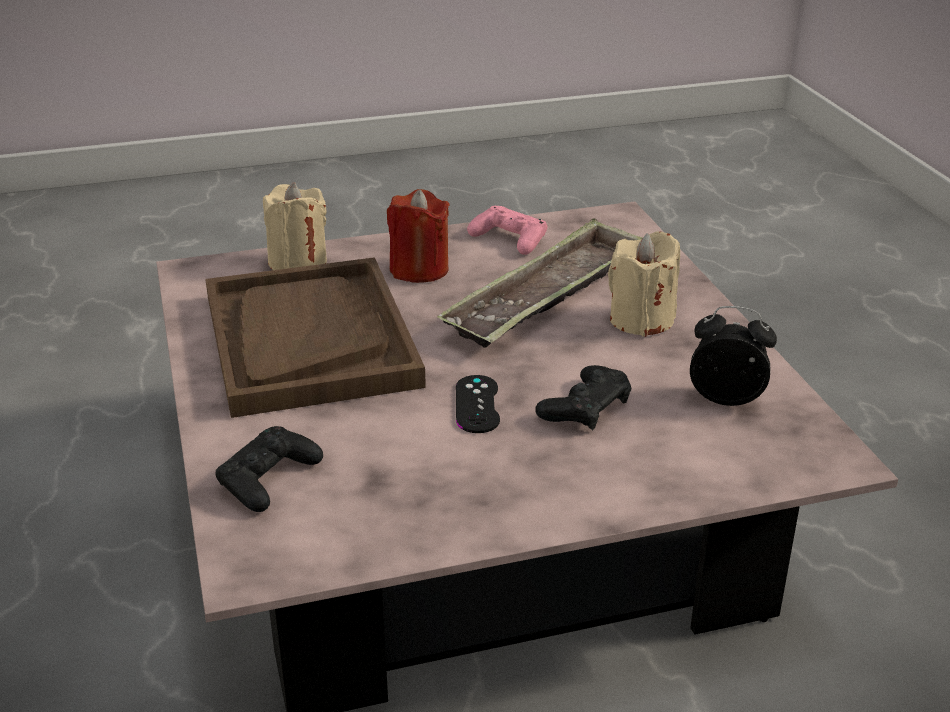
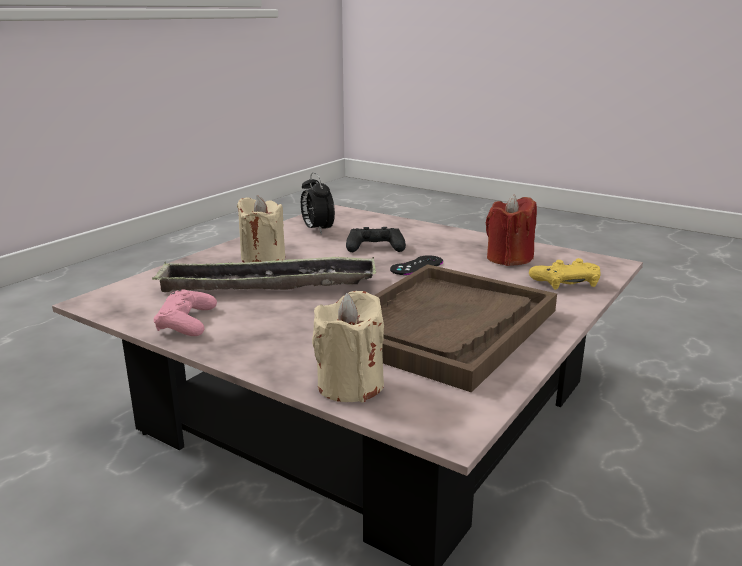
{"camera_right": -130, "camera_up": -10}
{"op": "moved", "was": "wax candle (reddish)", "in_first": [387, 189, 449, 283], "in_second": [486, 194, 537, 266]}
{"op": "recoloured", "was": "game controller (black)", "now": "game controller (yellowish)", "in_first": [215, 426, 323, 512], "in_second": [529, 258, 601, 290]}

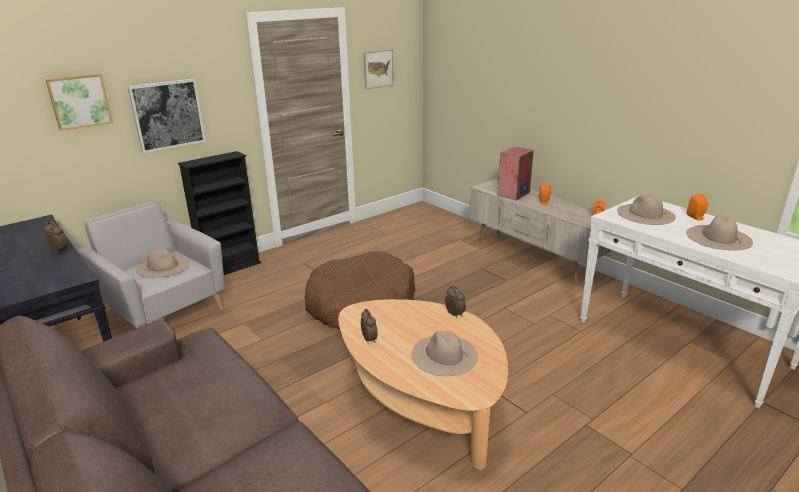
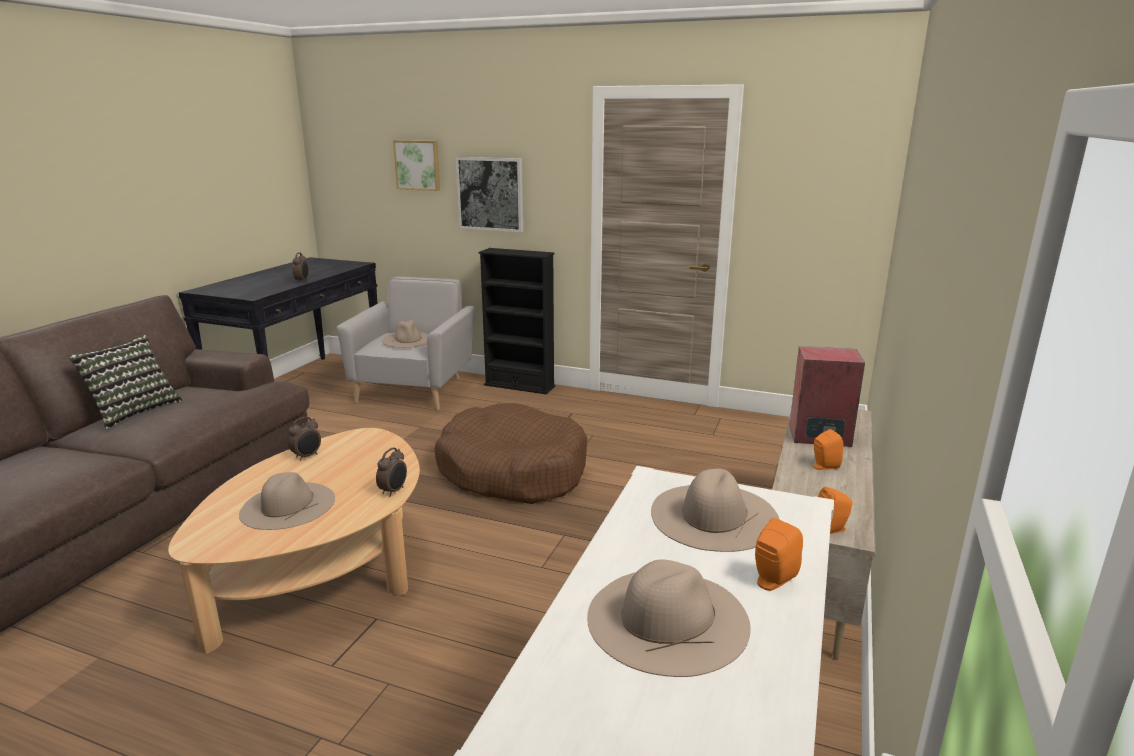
{"camera_right": 60, "camera_up": -5}
{"op": "removed", "was": "wall picture", "in_first": [364, 49, 394, 89]}
{"op": "added", "now": "pillow", "in_second": [68, 334, 182, 429]}

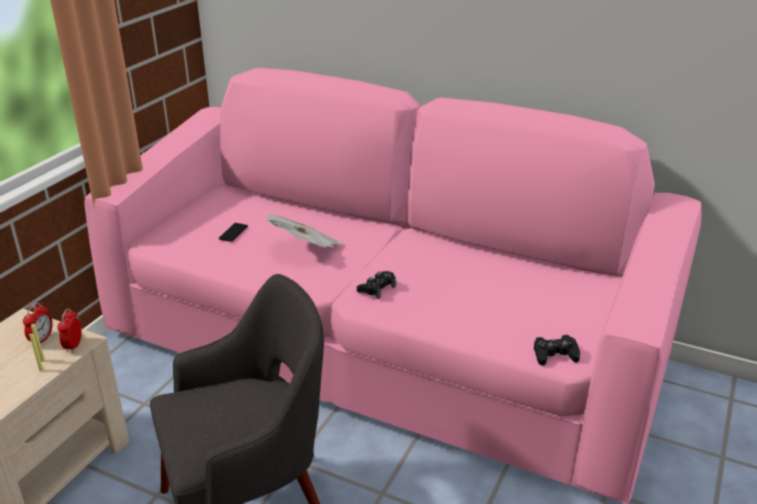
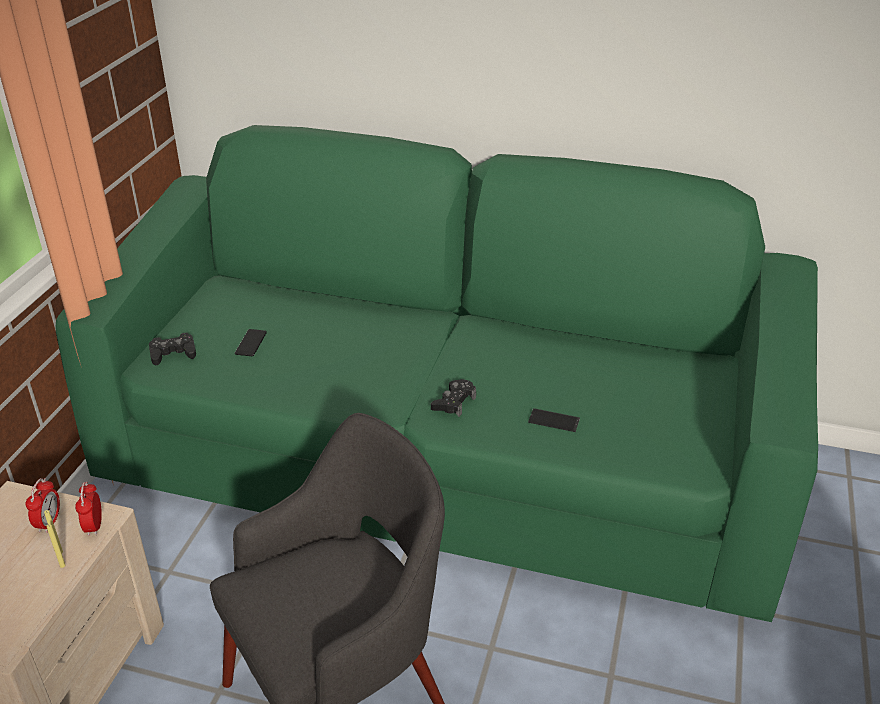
{"camera_right": -10, "camera_up": 5}
{"op": "removed", "was": "daily paper", "in_first": [266, 215, 344, 248]}
{"op": "added", "now": "handset", "in_second": [528, 408, 580, 432]}
{"op": "moved", "was": "game controller (black)", "in_first": [534, 335, 580, 366], "in_second": [149, 332, 196, 365]}
{"op": "recoloured", "was": "couch (pink)", "now": "couch (greenish)", "in_first": [84, 68, 702, 504], "in_second": [56, 125, 818, 622]}

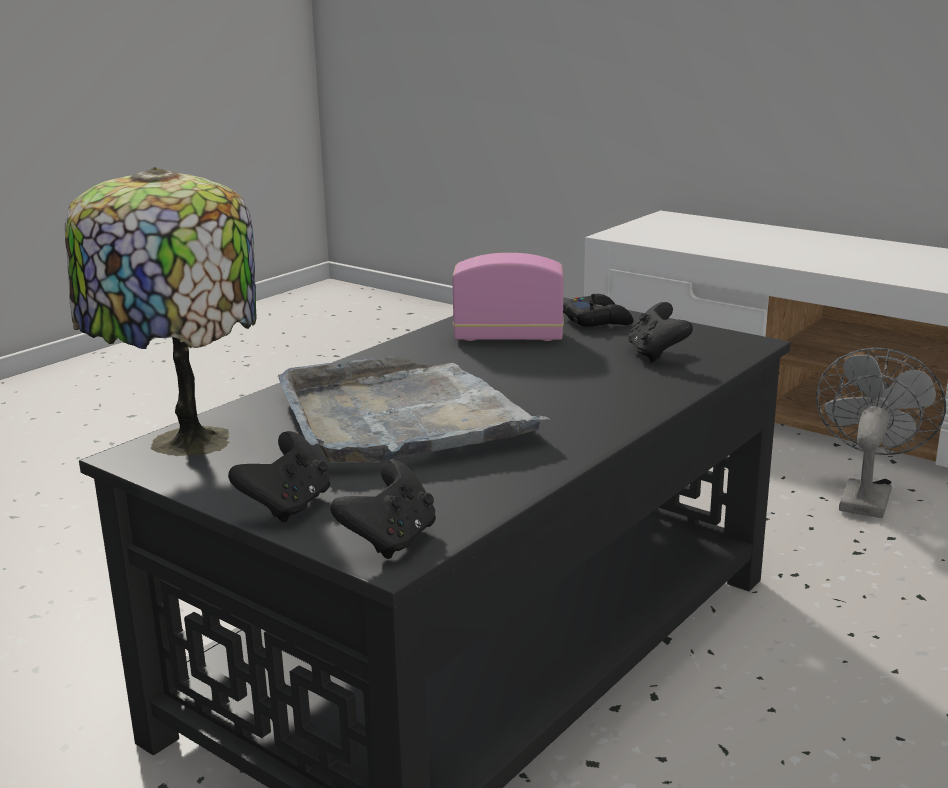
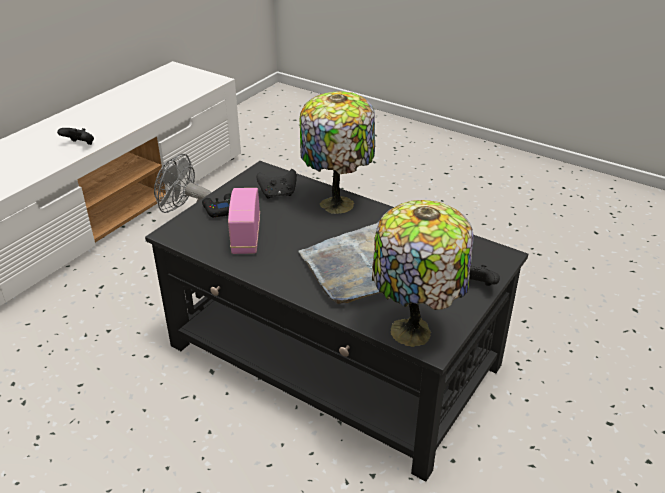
{"camera_right": -95, "camera_up": 15}
{"op": "added", "now": "lamp for a table", "in_second": [300, 91, 375, 214]}
{"op": "moved", "was": "game controller (black)", "in_first": [330, 460, 436, 559], "in_second": [57, 128, 94, 145]}

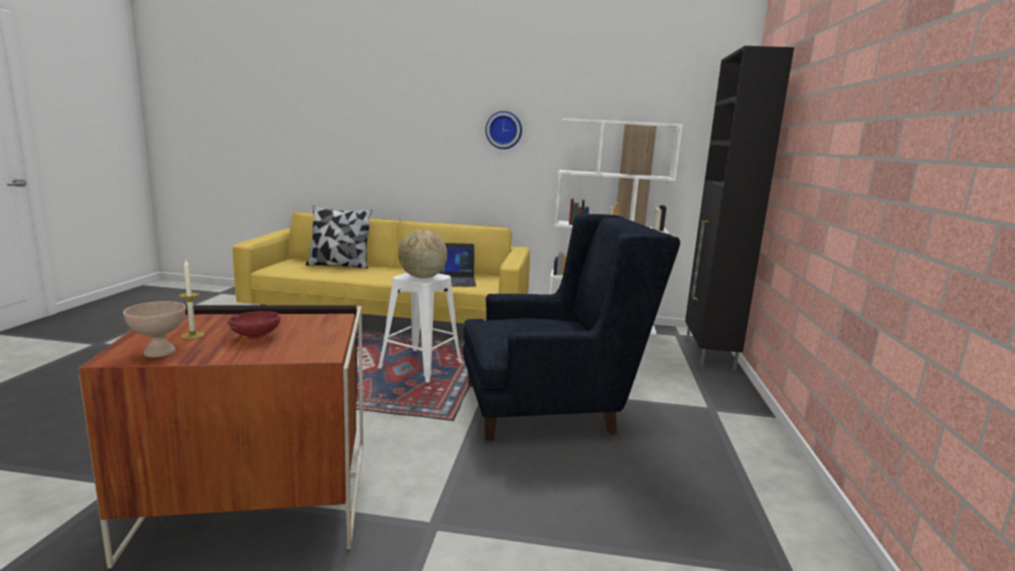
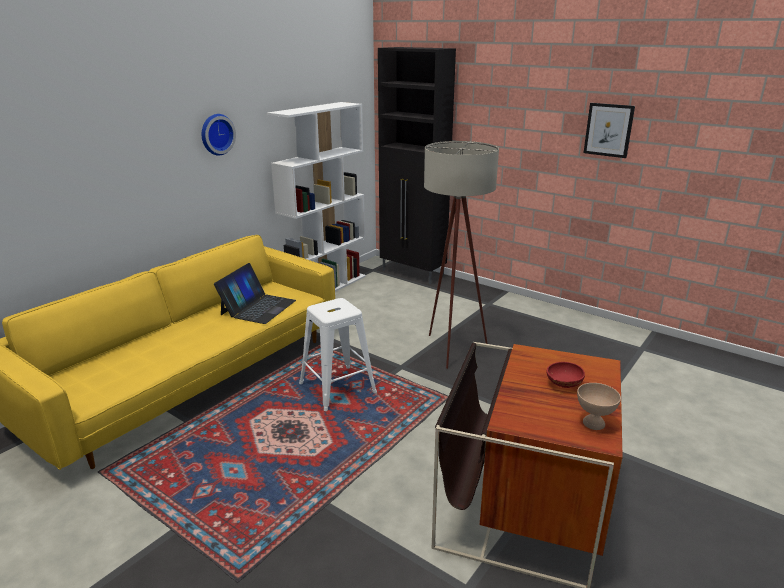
{"camera_right": -60, "camera_up": 10}
{"op": "removed", "was": "wax candle", "in_first": [179, 260, 205, 339]}
{"op": "removed", "was": "pillow", "in_first": [306, 206, 372, 269]}
{"op": "removed", "was": "globe", "in_first": [398, 230, 447, 278]}
{"op": "added", "now": "wall picture", "in_second": [583, 103, 635, 158]}
{"op": "replaced", "was": "armchair (bluish)", "now": "floor lamp (sand-coloured)", "in_first": [463, 214, 680, 441], "in_second": [424, 141, 499, 369]}

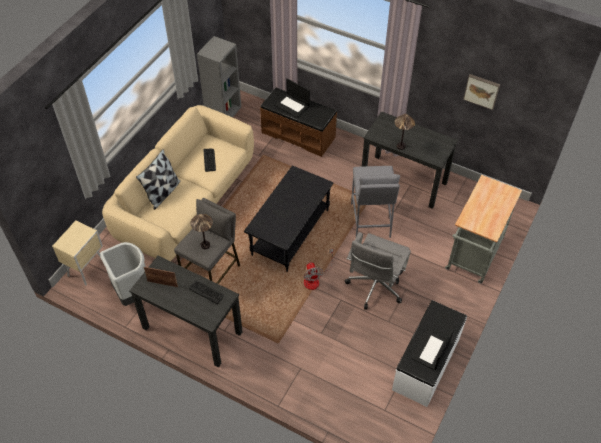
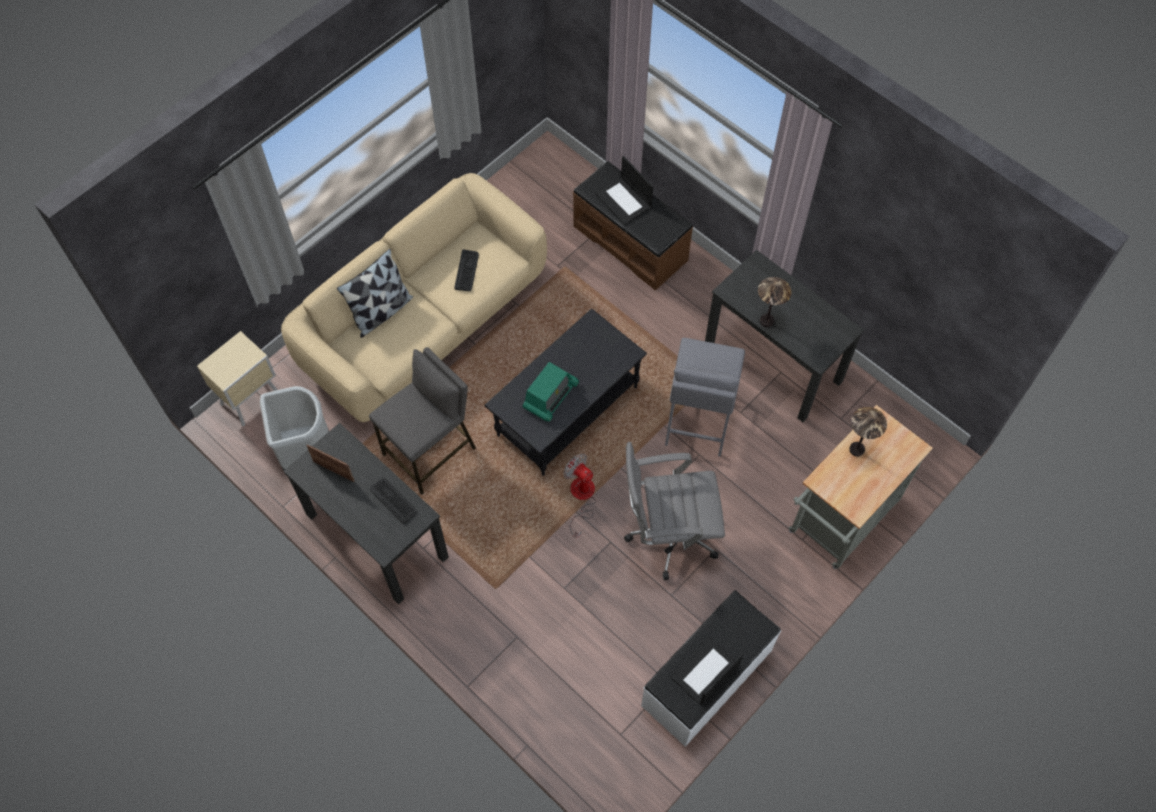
{"camera_right": 15, "camera_up": 10}
{"op": "removed", "was": "bookshelf (greyish)", "in_first": [197, 36, 241, 117]}
{"op": "removed", "was": "wall picture", "in_first": [463, 74, 500, 110]}
{"op": "added", "now": "radio set", "in_second": [522, 362, 579, 422]}
{"op": "moved", "was": "lamp for a table", "in_first": [190, 214, 213, 249], "in_second": [849, 407, 887, 456]}
{"op": "turned", "was": "fan", "in_first": [304, 249, 333, 290], "in_second": [563, 453, 596, 538], "clockwise": 135}
{"op": "turned", "was": "desk chair (greyish)", "in_first": [345, 232, 411, 310], "in_second": [624, 442, 725, 580], "clockwise": 45}

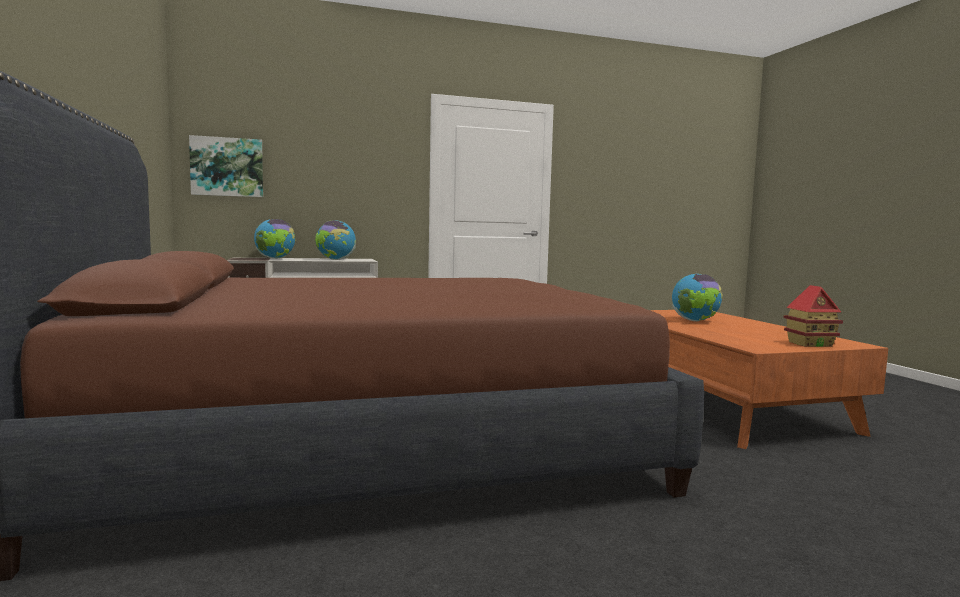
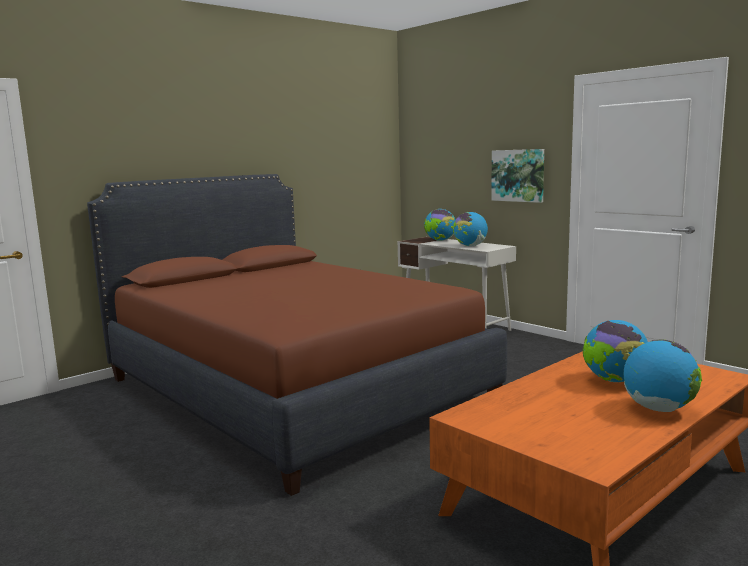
{"camera_right": 65, "camera_up": 5}
{"op": "removed", "was": "model house", "in_first": [783, 285, 843, 347]}
{"op": "added", "now": "globe", "in_second": [624, 339, 702, 412]}
{"op": "moved", "was": "wall picture", "in_first": [189, 135, 263, 197], "in_second": [491, 149, 544, 203]}

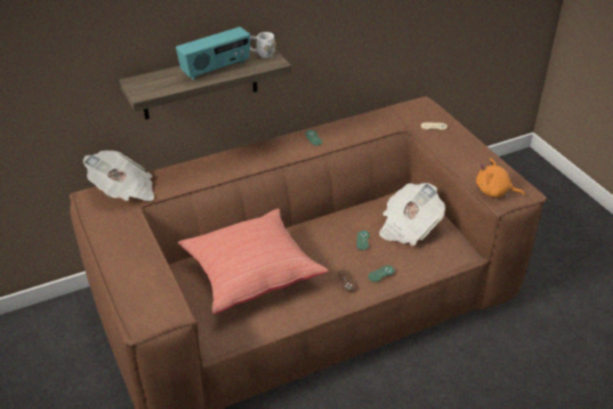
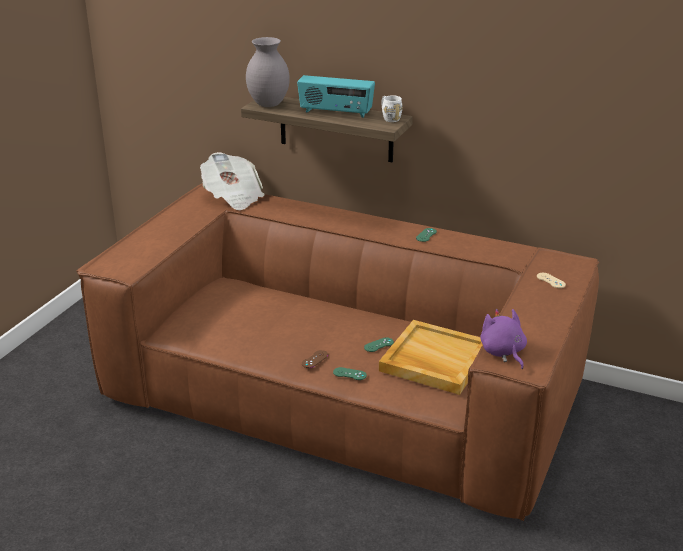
{"camera_right": 50, "camera_up": -10}
{"op": "removed", "was": "pillow (reddish)", "in_first": [178, 208, 328, 314]}
{"op": "added", "now": "decorative vase (greyish)", "in_second": [246, 37, 290, 107]}
{"op": "replaced", "was": "daily paper", "now": "carrying tray (sand-coloured)", "in_first": [379, 183, 445, 246], "in_second": [379, 320, 483, 395]}
{"op": "recoloured", "was": "soft toy (orange-coloured)", "now": "soft toy (purplish)", "in_first": [476, 158, 525, 198], "in_second": [480, 309, 527, 369]}

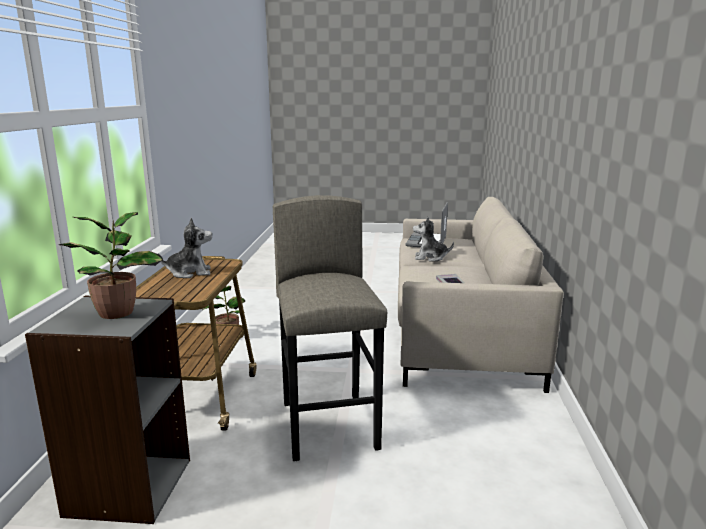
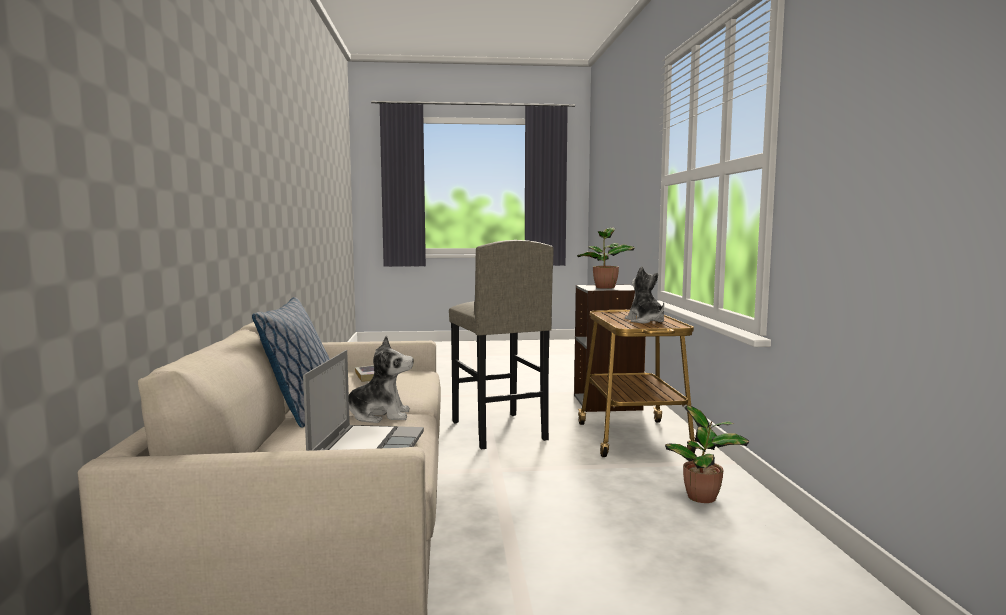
{"camera_right": 170, "camera_up": -10}
{"op": "added", "now": "pillow", "in_second": [252, 297, 330, 428]}
{"op": "turned", "was": "soft toy", "in_first": [158, 218, 212, 278], "in_second": [625, 266, 664, 324], "clockwise": 90}

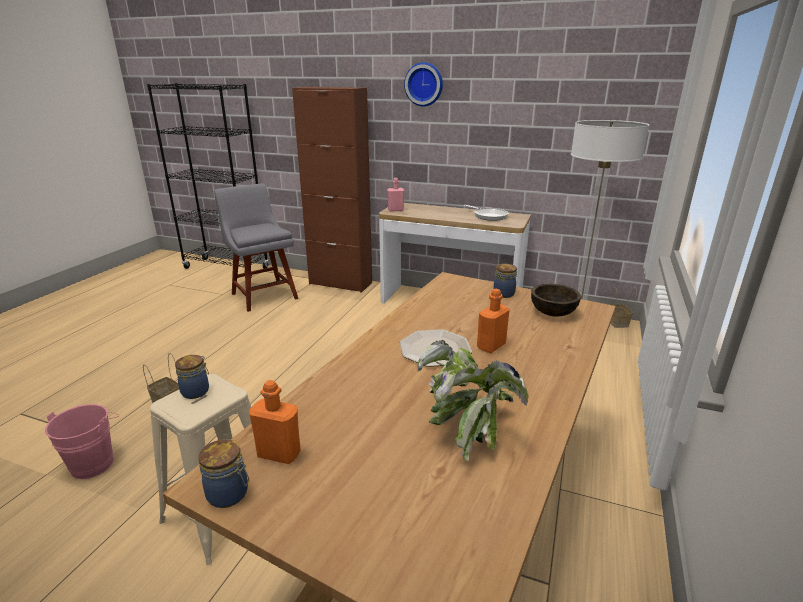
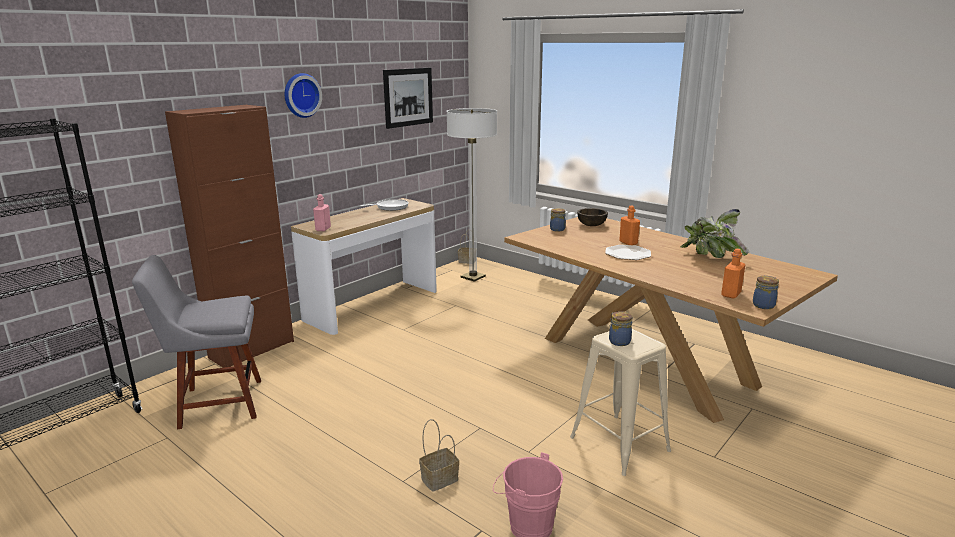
{"camera_right": -70, "camera_up": -5}
{"op": "added", "now": "wall picture", "in_second": [383, 68, 433, 129]}

